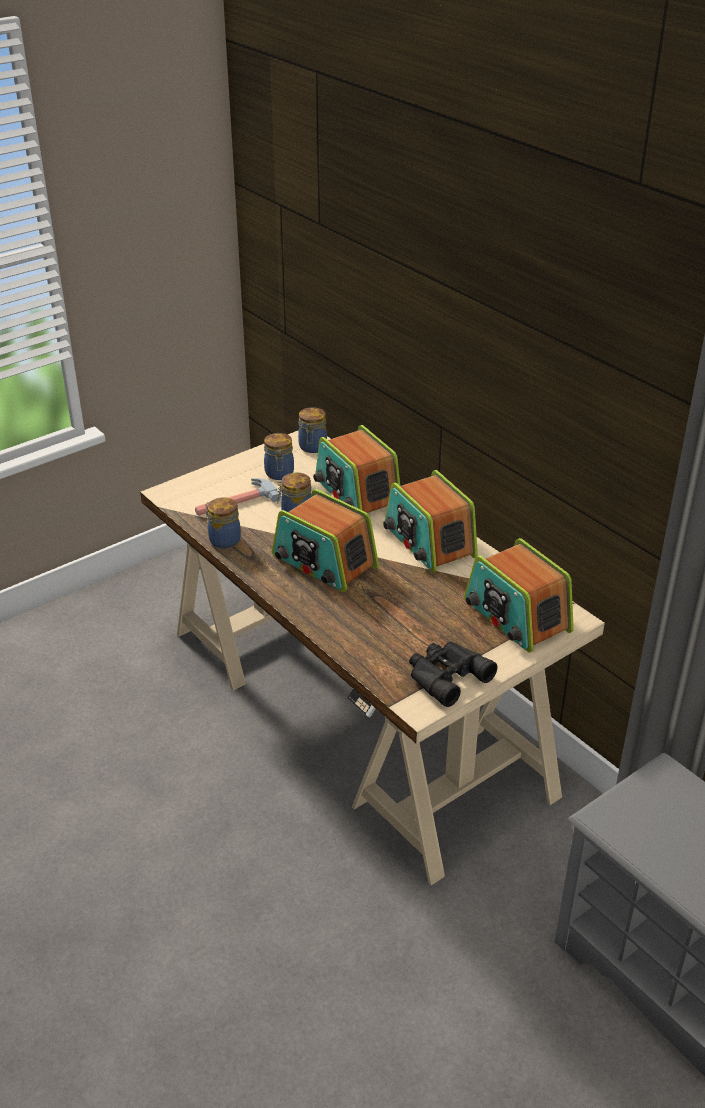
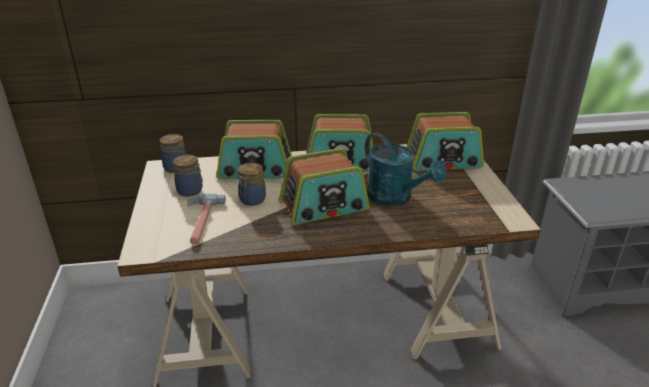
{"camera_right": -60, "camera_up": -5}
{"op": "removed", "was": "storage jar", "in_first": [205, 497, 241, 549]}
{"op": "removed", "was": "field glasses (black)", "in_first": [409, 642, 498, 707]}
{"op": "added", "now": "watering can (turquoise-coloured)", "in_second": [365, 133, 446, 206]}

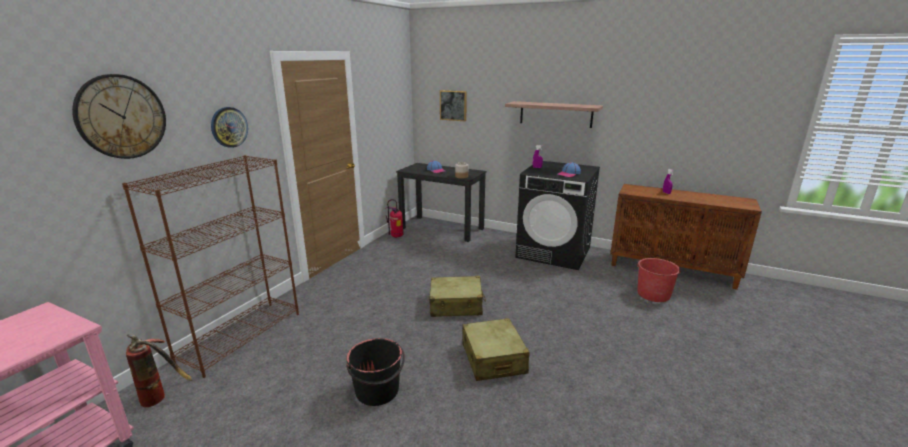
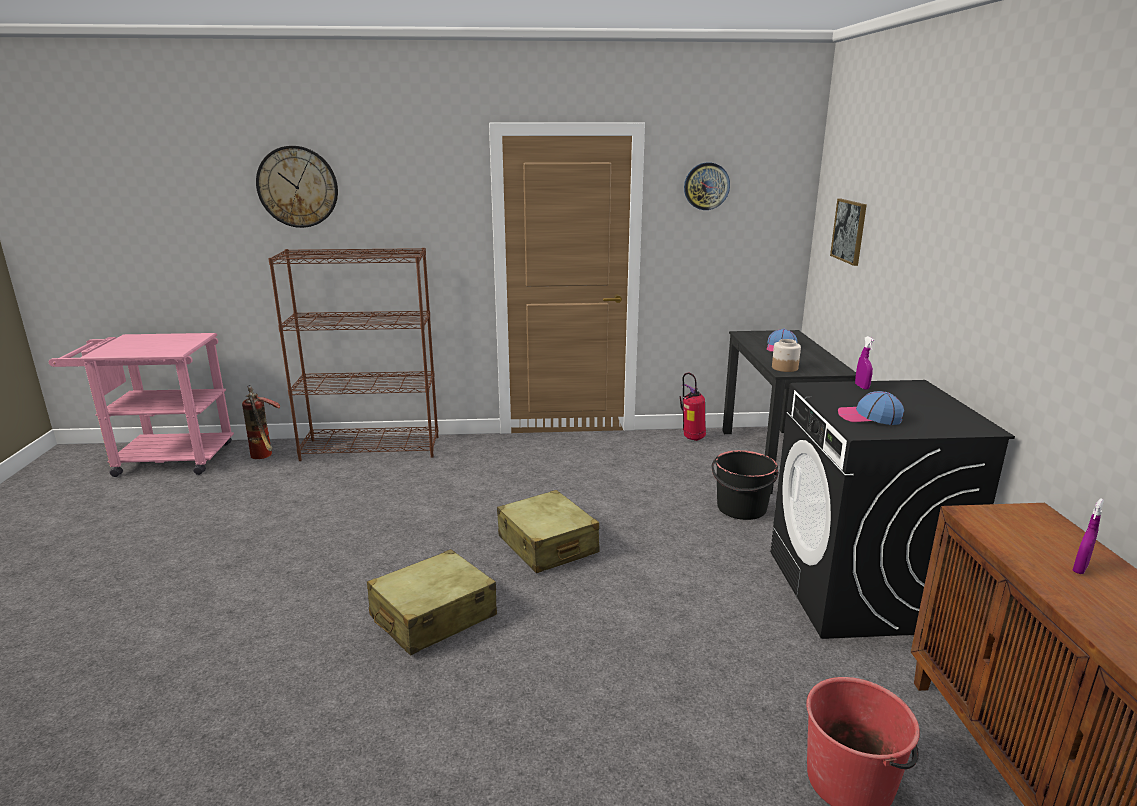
{"camera_right": 60, "camera_up": 0}
{"op": "removed", "was": "bracket shelf", "in_first": [505, 101, 603, 128]}
{"op": "moved", "was": "hanging clock", "in_first": [211, 107, 248, 148], "in_second": [684, 162, 730, 210]}
{"op": "moved", "was": "water bucket (black)", "in_first": [346, 338, 405, 406], "in_second": [712, 450, 779, 520]}

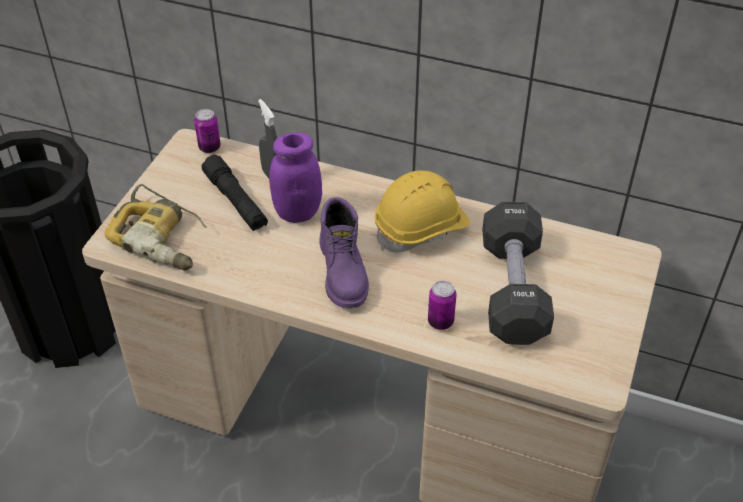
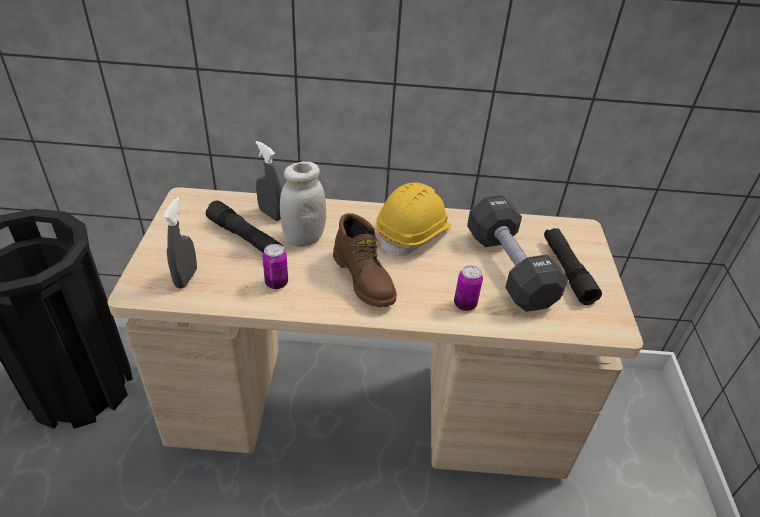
{"camera_right": -20, "camera_up": -5}
{"op": "added", "now": "torch (black)", "in_second": [544, 228, 602, 305]}
{"op": "moved", "was": "metal can", "in_first": [194, 109, 221, 153], "in_second": [262, 244, 288, 289]}
{"op": "replaced", "was": "drill", "now": "sprayer (greyish)", "in_first": [105, 184, 207, 270], "in_second": [163, 197, 197, 289]}
{"op": "recoloured", "was": "storage jar (purplish)", "now": "storage jar (whitish)", "in_first": [269, 132, 322, 223], "in_second": [280, 161, 326, 247]}
{"op": "recoloured", "was": "boot (purplish)", "now": "boot (brown)", "in_first": [319, 197, 369, 308], "in_second": [333, 213, 397, 307]}

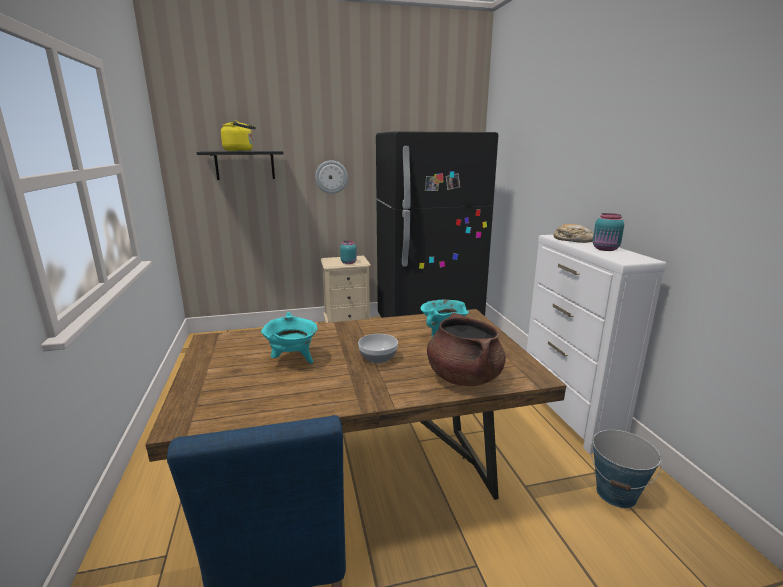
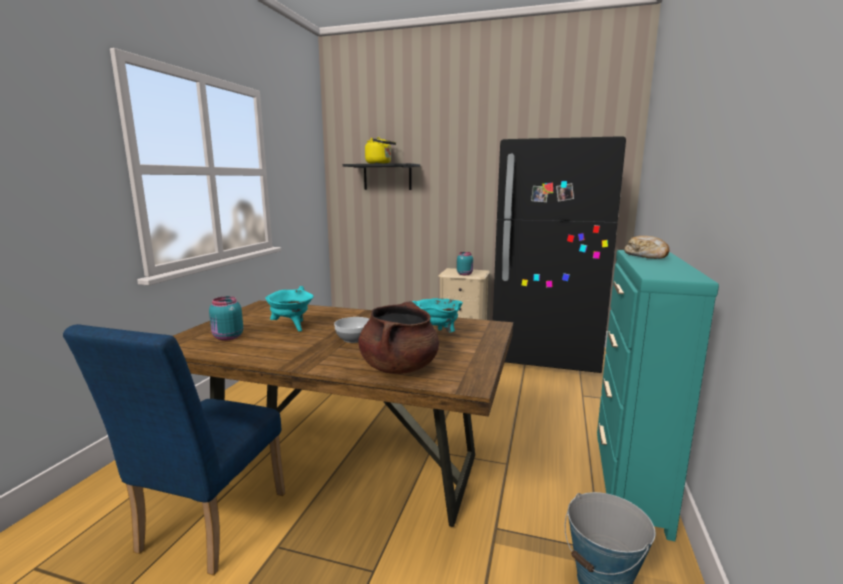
{"camera_right": 30, "camera_up": -5}
{"op": "removed", "was": "hanging clock", "in_first": [315, 160, 348, 194]}
{"op": "moved", "was": "storage jar (turquoise-coloured)", "in_first": [593, 213, 624, 251], "in_second": [209, 296, 243, 341]}
{"op": "recoloured", "was": "drawer chest (whitish)", "now": "drawer chest (turquoise-coloured)", "in_first": [527, 234, 666, 454], "in_second": [597, 250, 719, 541]}

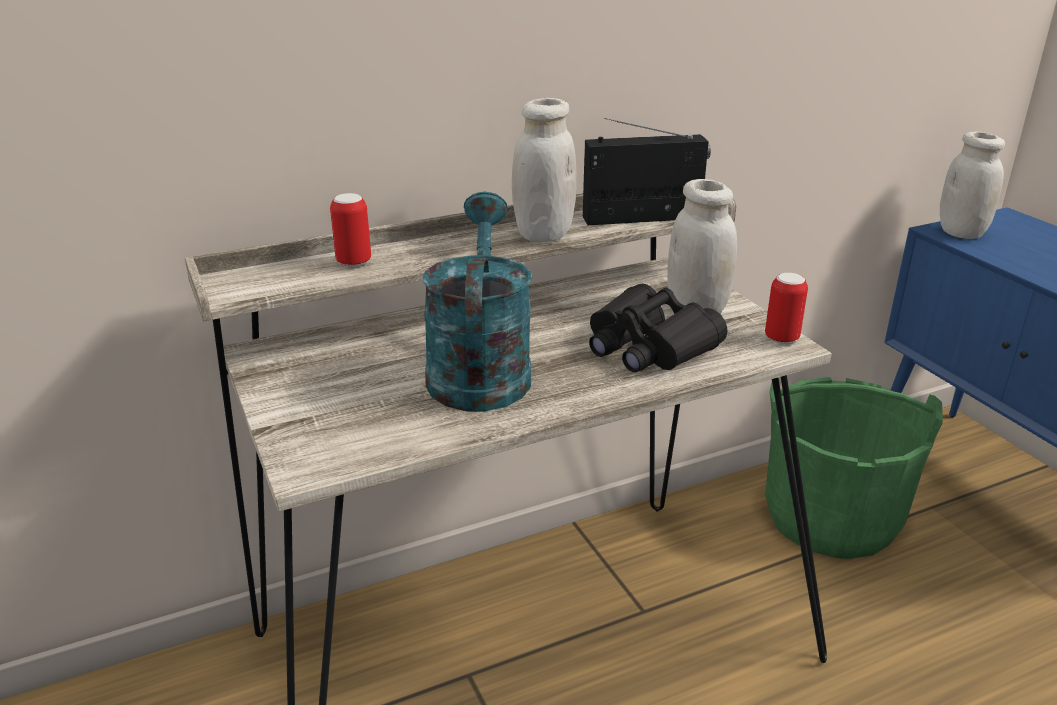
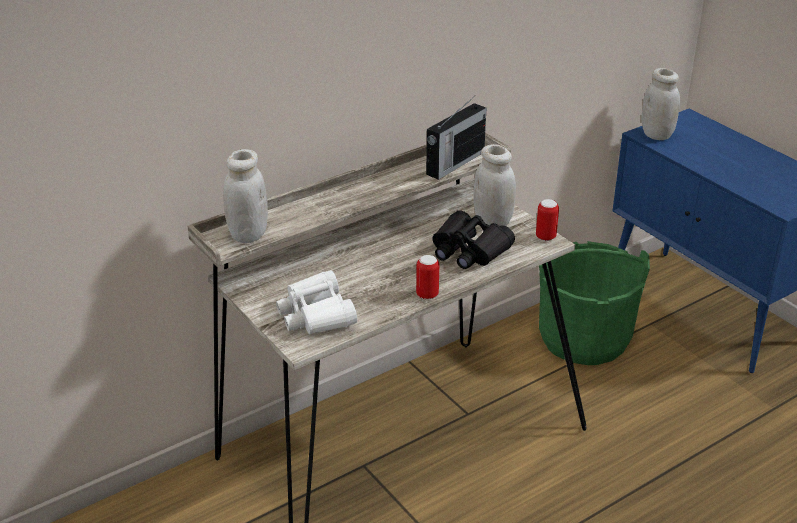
{"camera_right": -10, "camera_up": 5}
{"op": "removed", "was": "watering can (turquoise-coloured)", "in_first": [422, 192, 532, 412]}
{"op": "added", "now": "field glasses (whitish)", "in_second": [276, 270, 357, 334]}
{"op": "moved", "was": "metal can", "in_first": [330, 193, 371, 267], "in_second": [416, 255, 439, 299]}
{"op": "moved", "was": "storage jar (whitish)", "in_first": [512, 98, 576, 242], "in_second": [223, 149, 268, 243]}
{"op": "turned", "was": "radio set", "in_first": [583, 118, 711, 225], "in_second": [426, 96, 486, 180], "clockwise": 150}

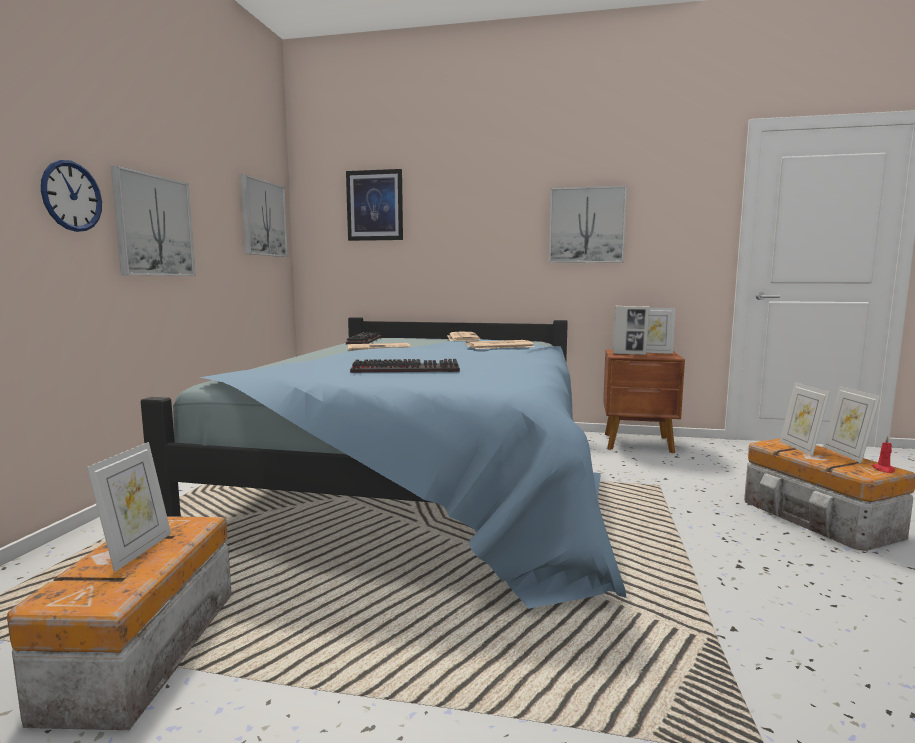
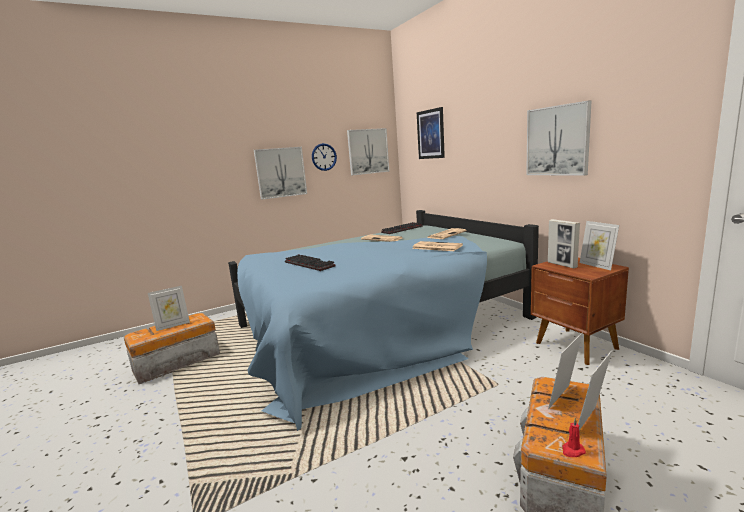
{"camera_right": 50, "camera_up": 5}
{"op": "moved", "was": "hanging clock", "in_first": [41, 160, 102, 232], "in_second": [312, 143, 337, 171]}

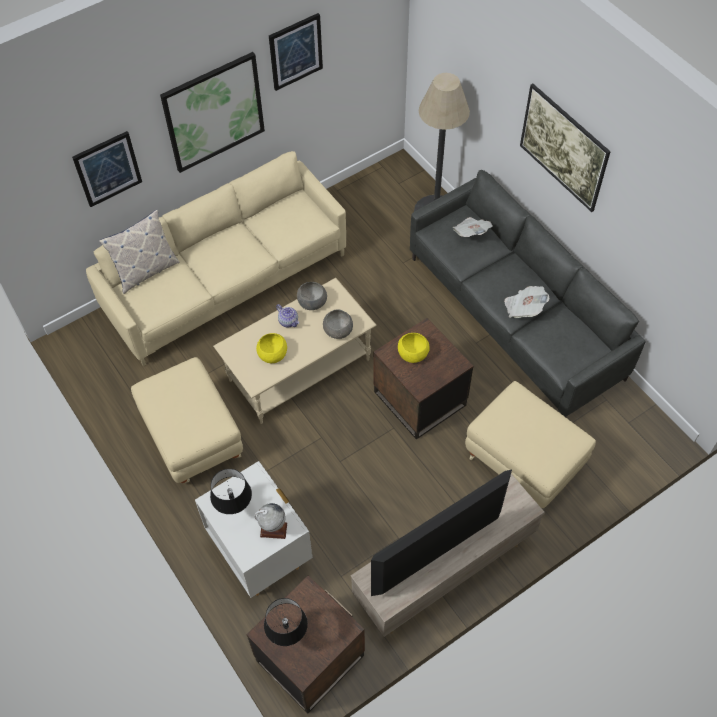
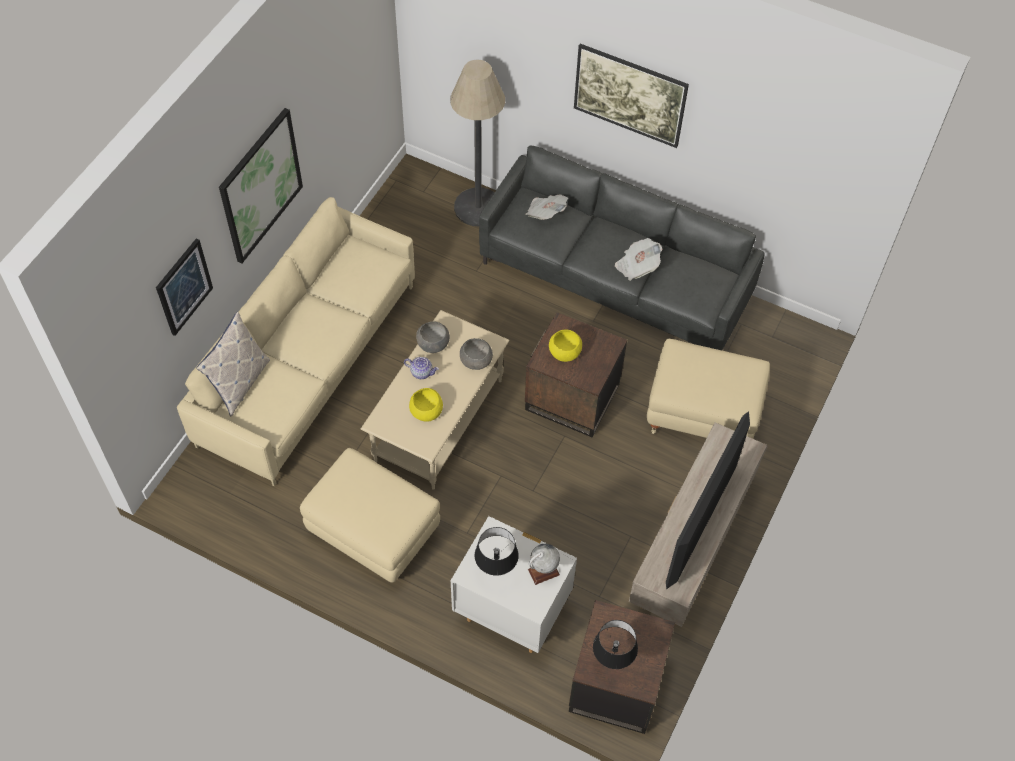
{"camera_right": -30, "camera_up": 0}
{"op": "removed", "was": "wall picture", "in_first": [269, 13, 323, 91]}

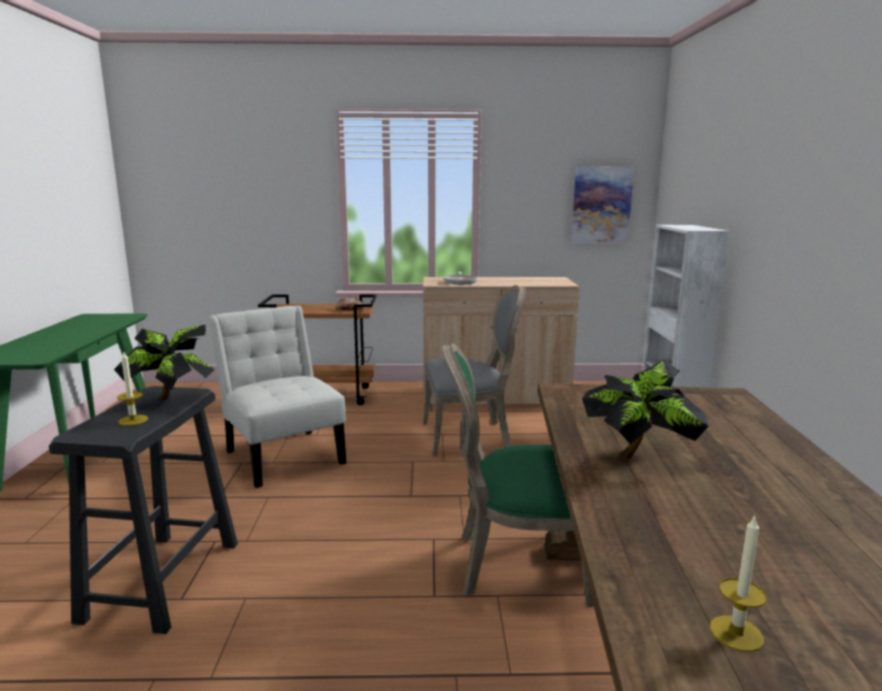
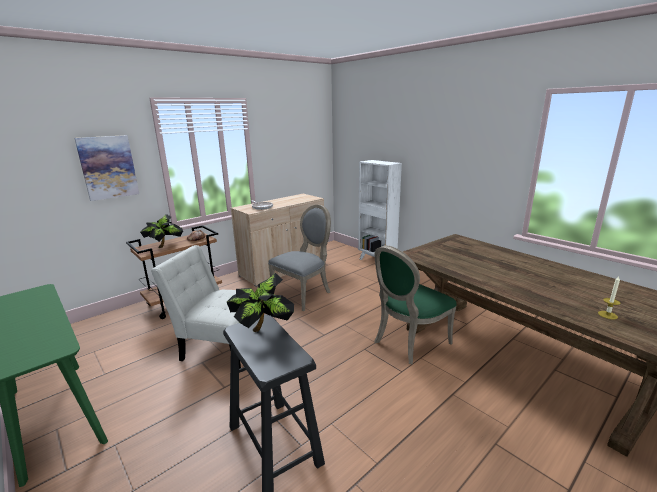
{"camera_right": -40, "camera_up": 5}
{"op": "removed", "was": "wax candle", "in_first": [117, 350, 148, 426]}
{"op": "moved", "was": "wall picture", "in_first": [571, 166, 634, 244], "in_second": [74, 135, 139, 201]}
{"op": "moved", "was": "houseplant", "in_first": [582, 359, 709, 458], "in_second": [140, 214, 183, 248]}

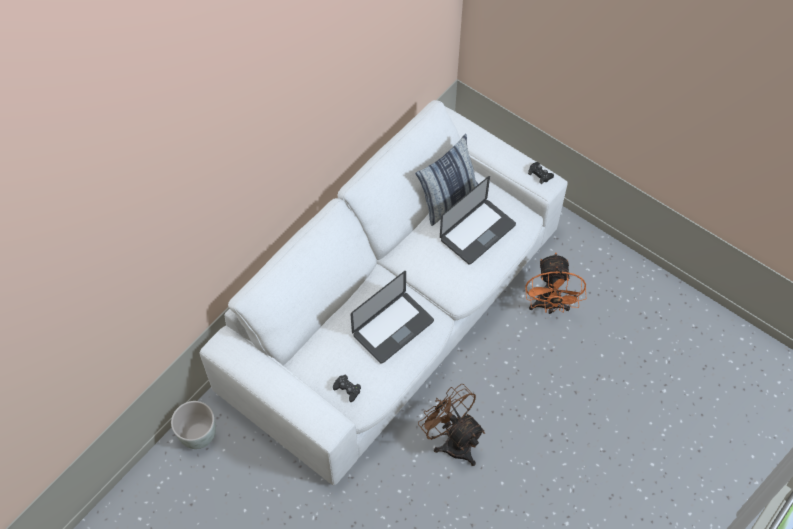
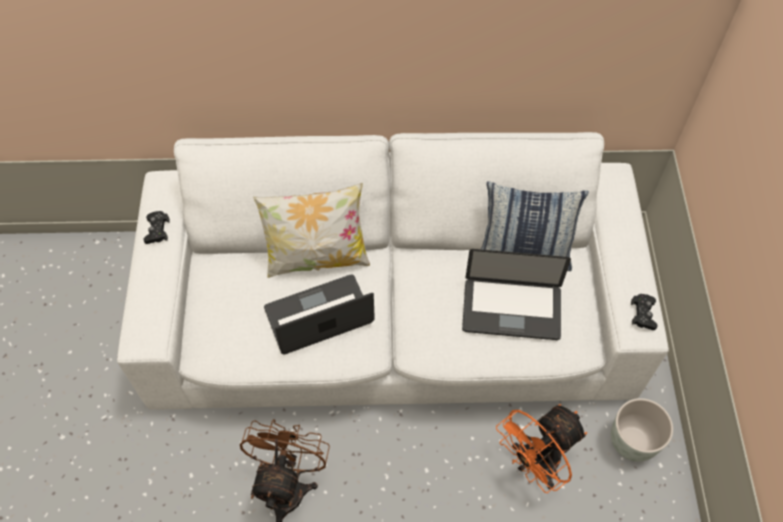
{"camera_right": 50, "camera_up": 0}
{"op": "added", "now": "pillow", "in_second": [253, 183, 370, 278]}
{"op": "moved", "was": "planter (greyish)", "in_first": [171, 401, 216, 449], "in_second": [611, 398, 673, 462]}
{"op": "moved", "was": "game controller (black)", "in_first": [333, 375, 361, 402], "in_second": [143, 211, 170, 244]}
{"op": "turned", "was": "laptop", "in_first": [350, 271, 434, 364], "in_second": [264, 274, 375, 354], "clockwise": 150}

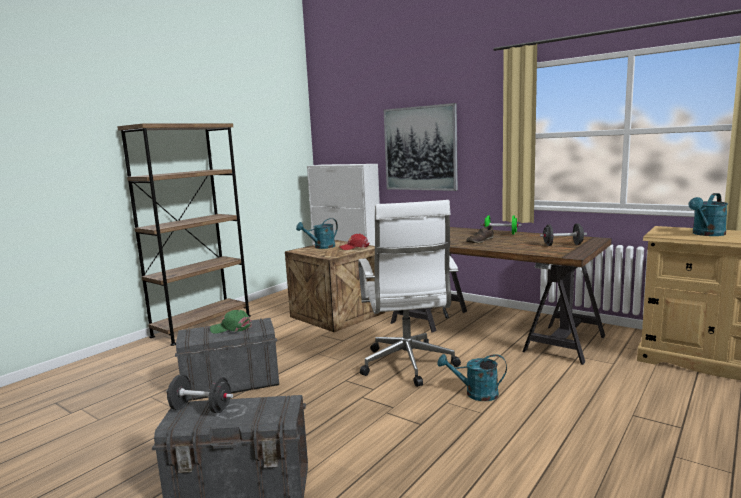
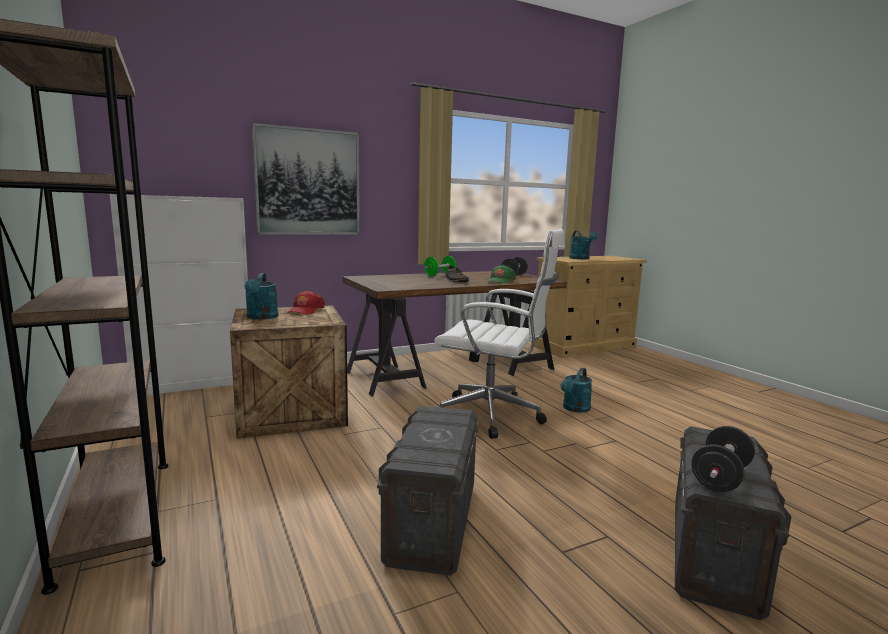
{"camera_right": -65, "camera_up": 0}
{"op": "moved", "was": "peaked cap (greenish)", "in_first": [210, 310, 252, 334], "in_second": [487, 265, 516, 284]}

